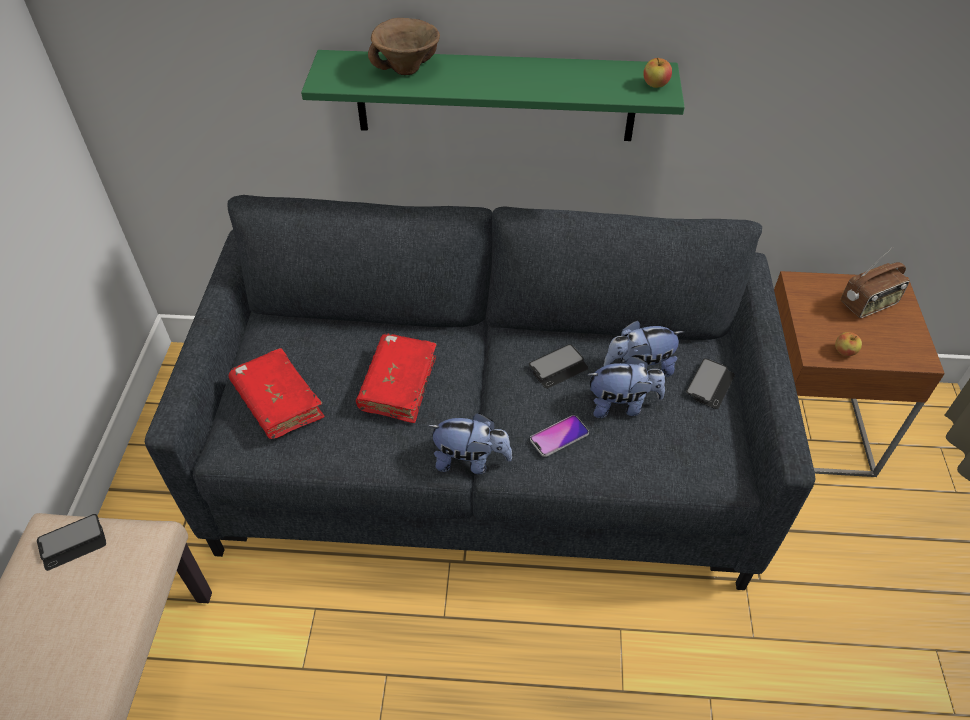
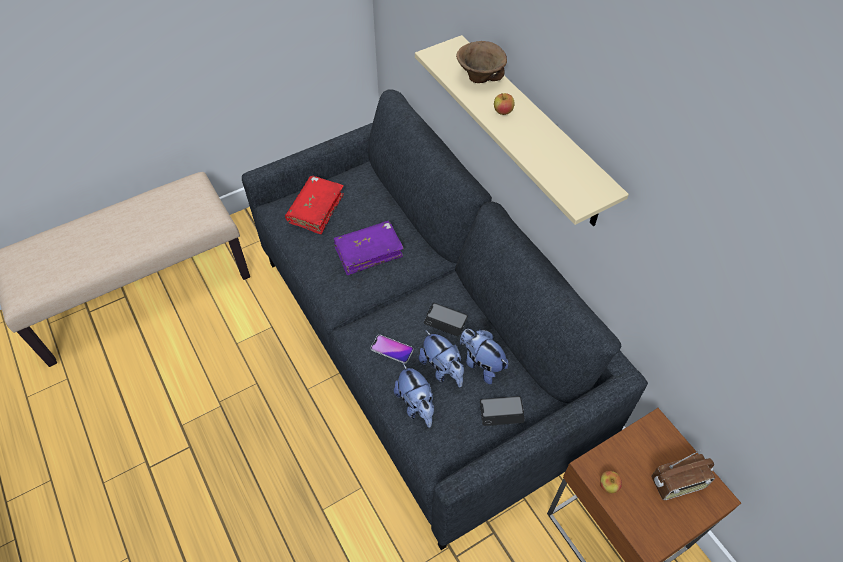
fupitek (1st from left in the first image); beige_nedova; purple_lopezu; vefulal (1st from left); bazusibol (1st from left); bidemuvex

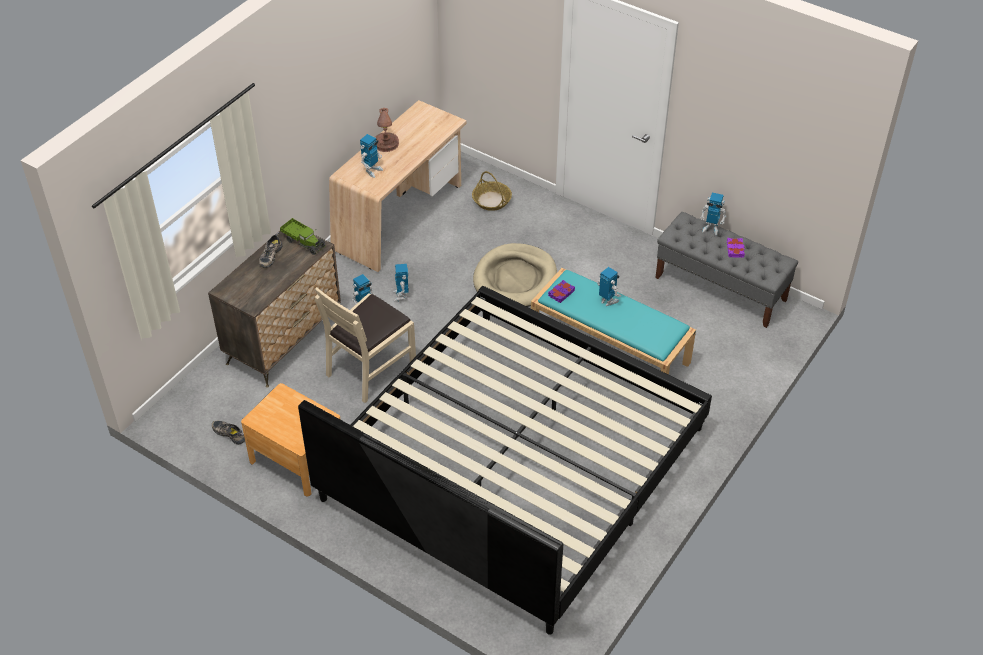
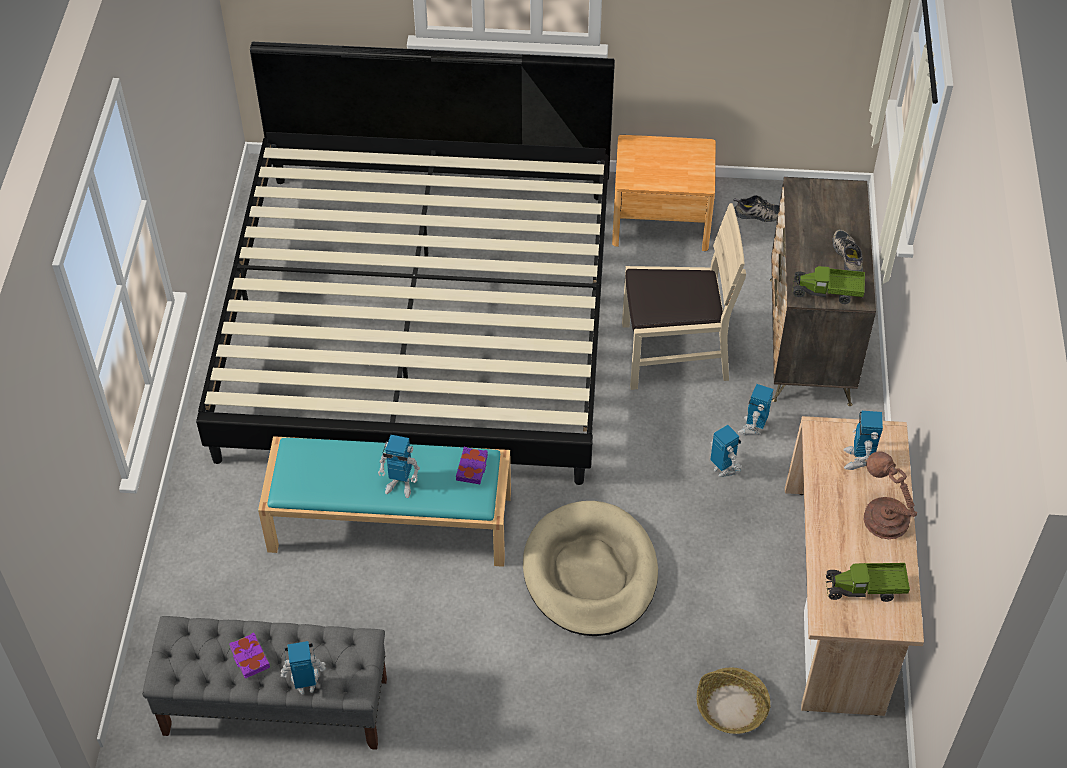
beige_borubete; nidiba (2nd from left)

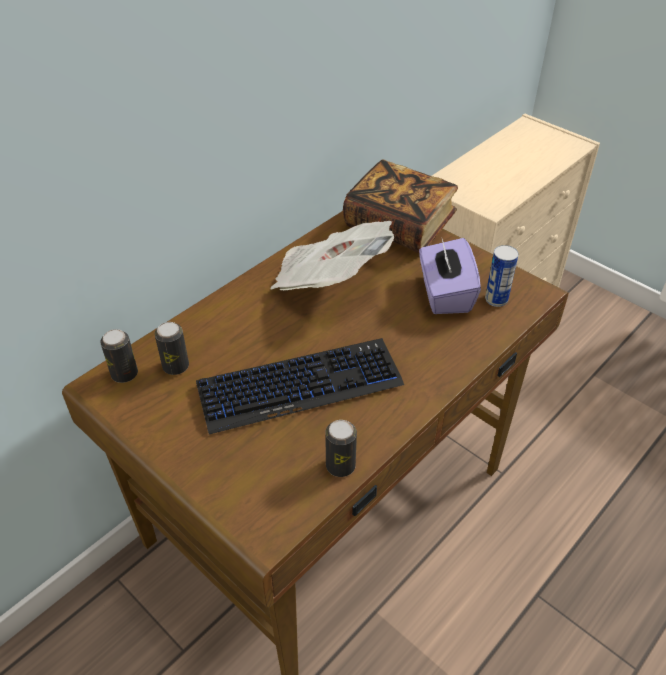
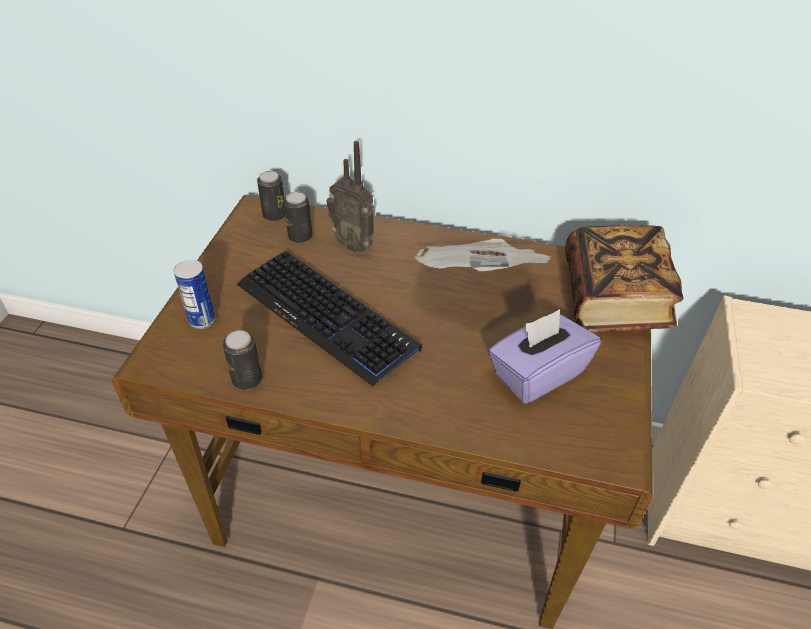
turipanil (1st from left); bidemuvex

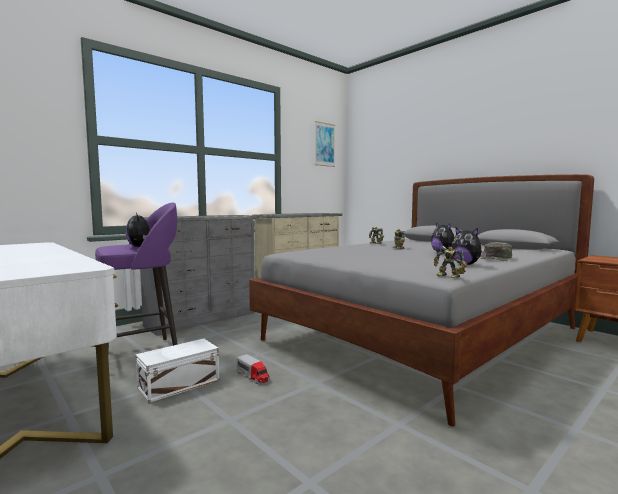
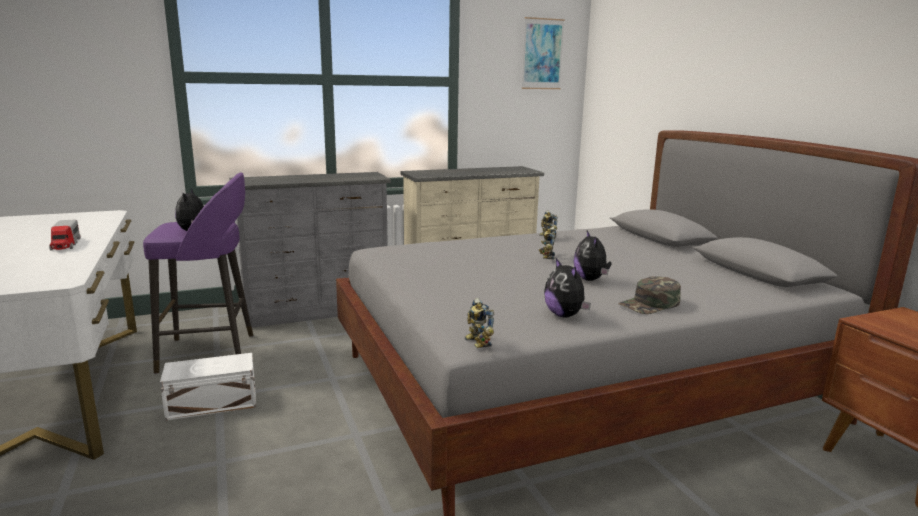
nidiba

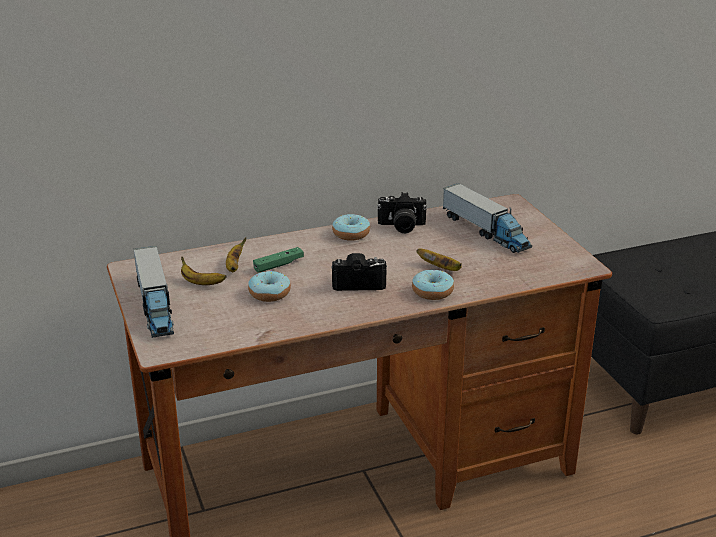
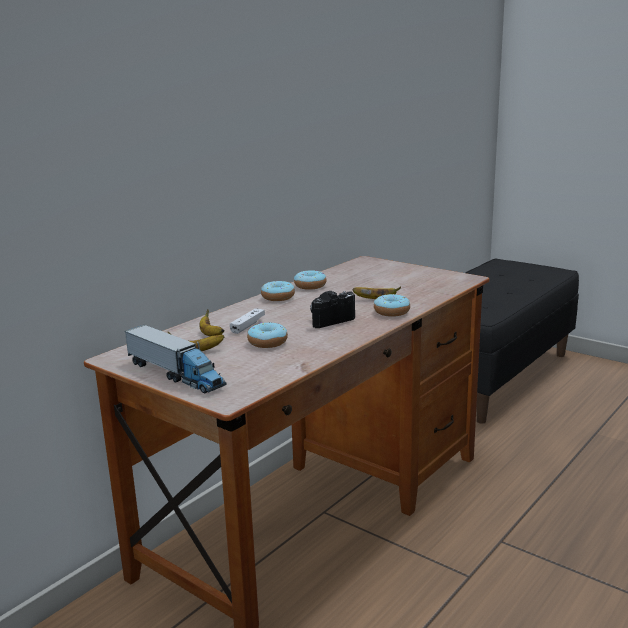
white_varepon; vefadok (3rd from left); nidiba (2nd from left in the first image)

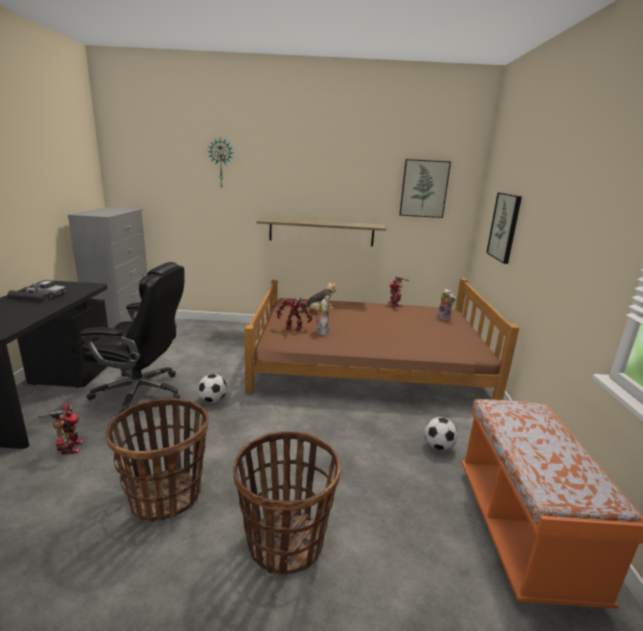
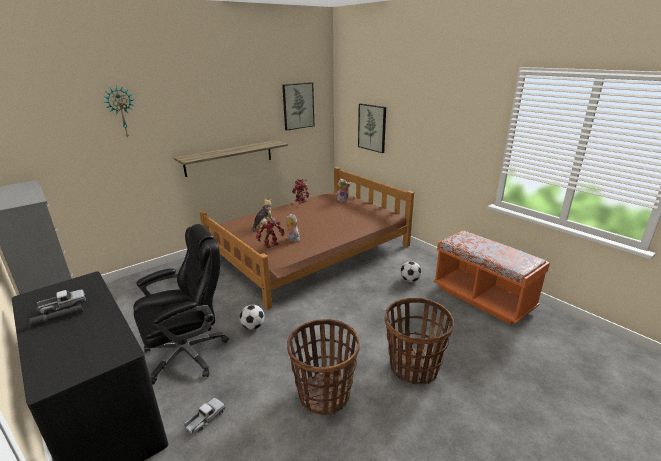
nidiba (2nd from left)

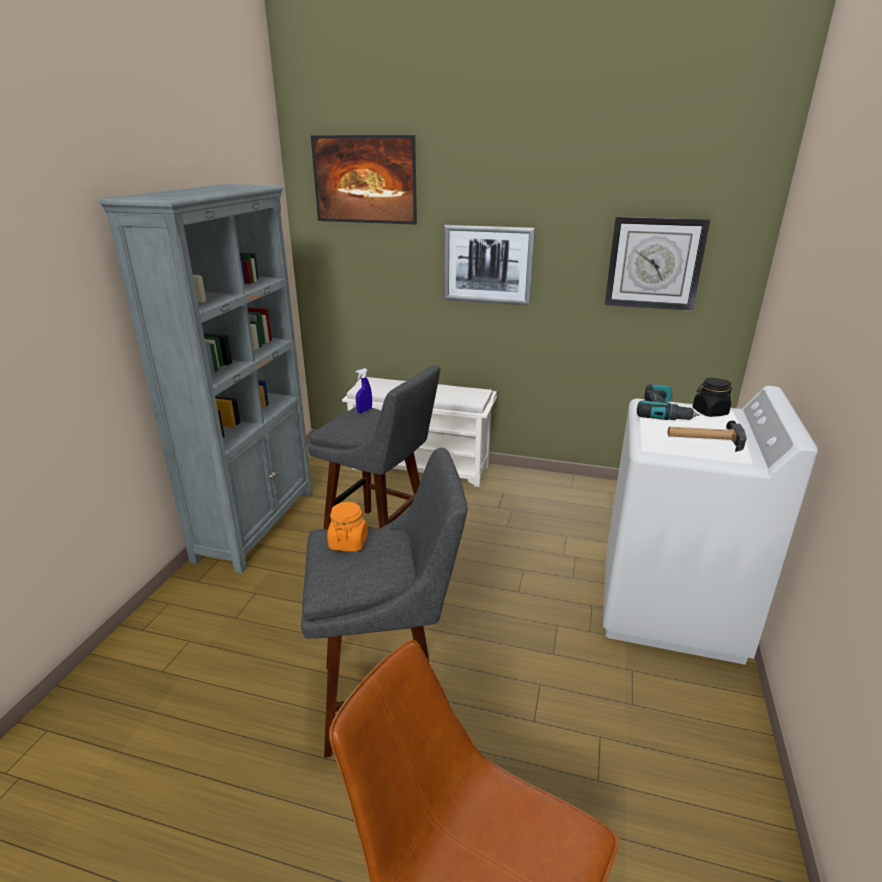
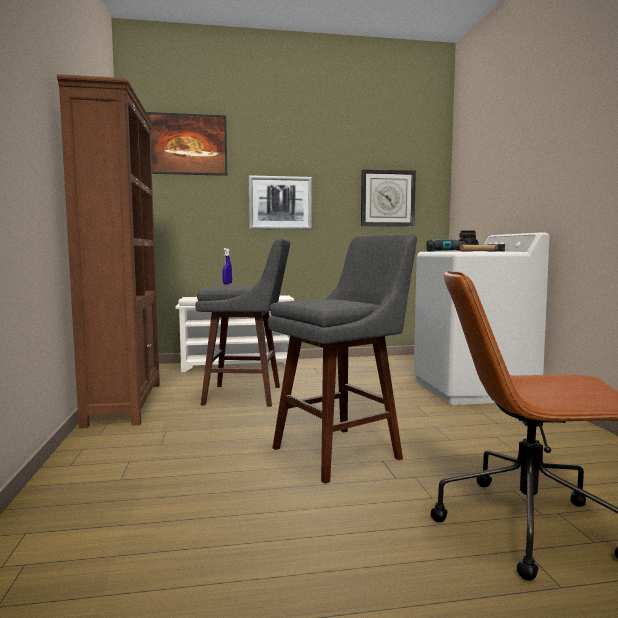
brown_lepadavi; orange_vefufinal

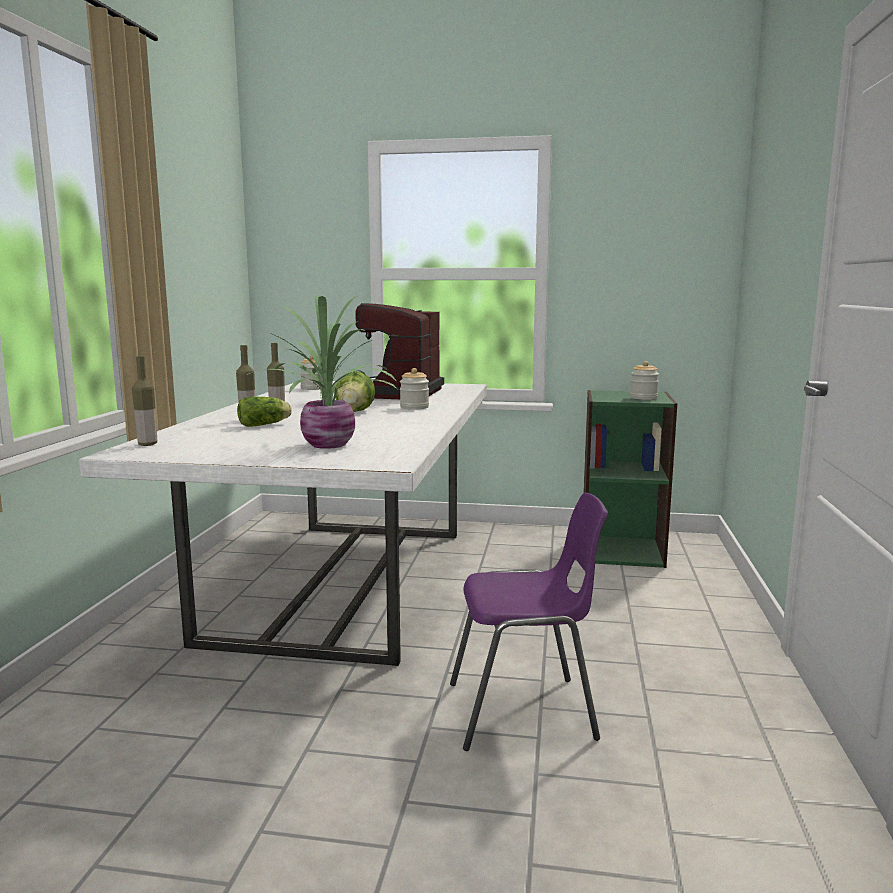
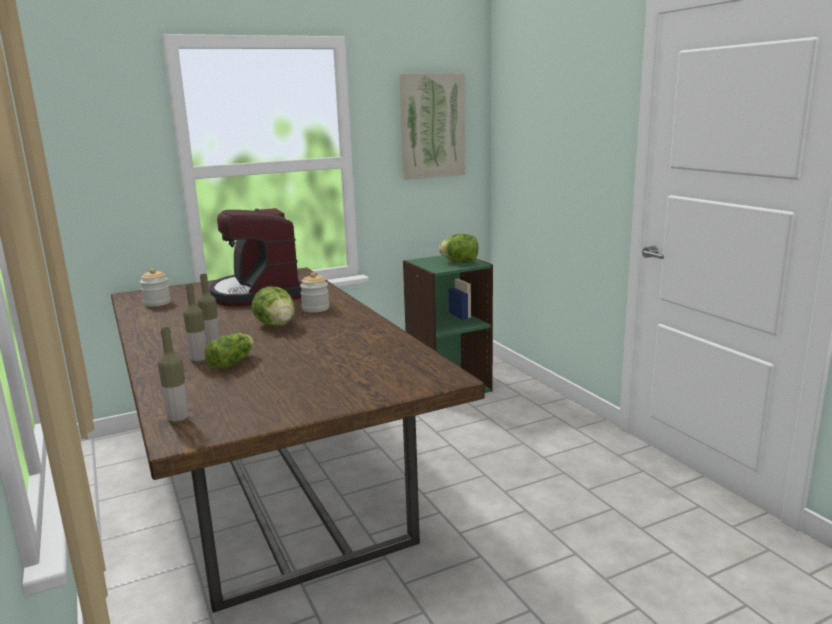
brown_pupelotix; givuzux; purple_borubete; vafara (3rd from left); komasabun

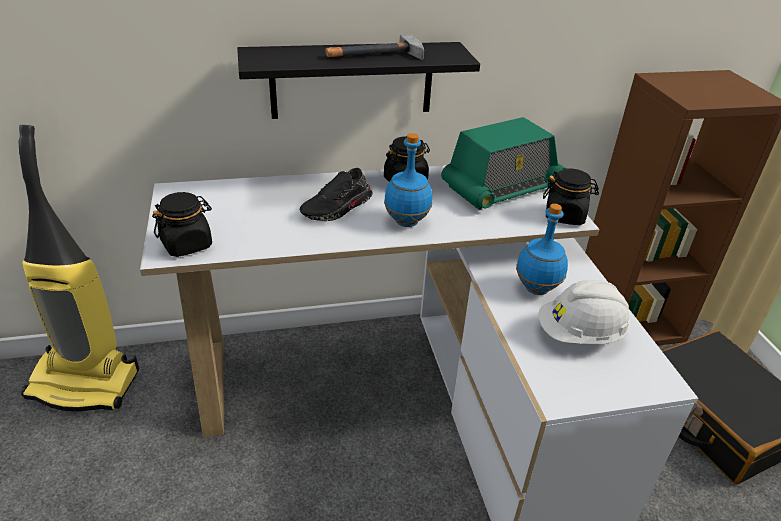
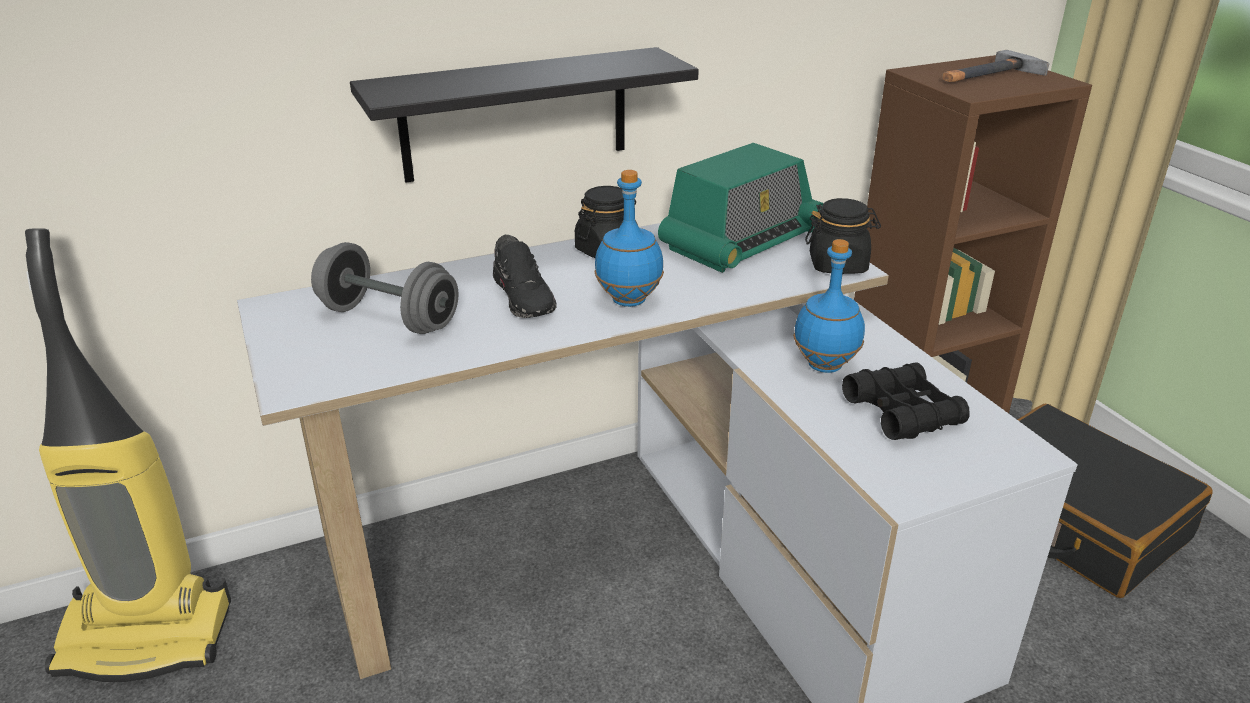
black_vefufinal (1st from left in the first image); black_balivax; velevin; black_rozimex; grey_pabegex

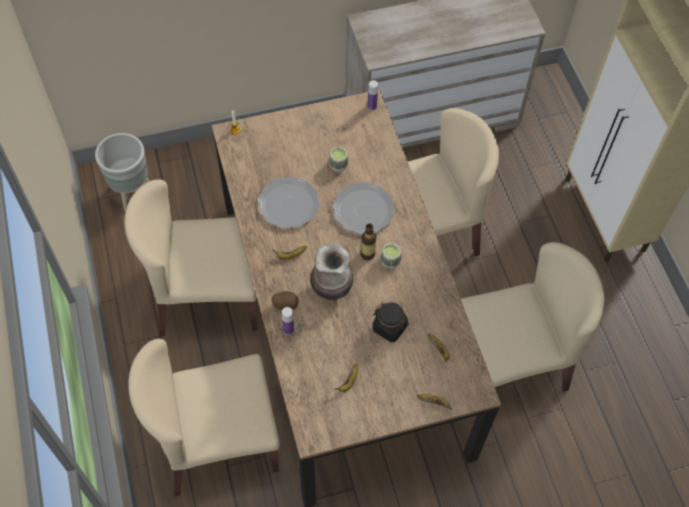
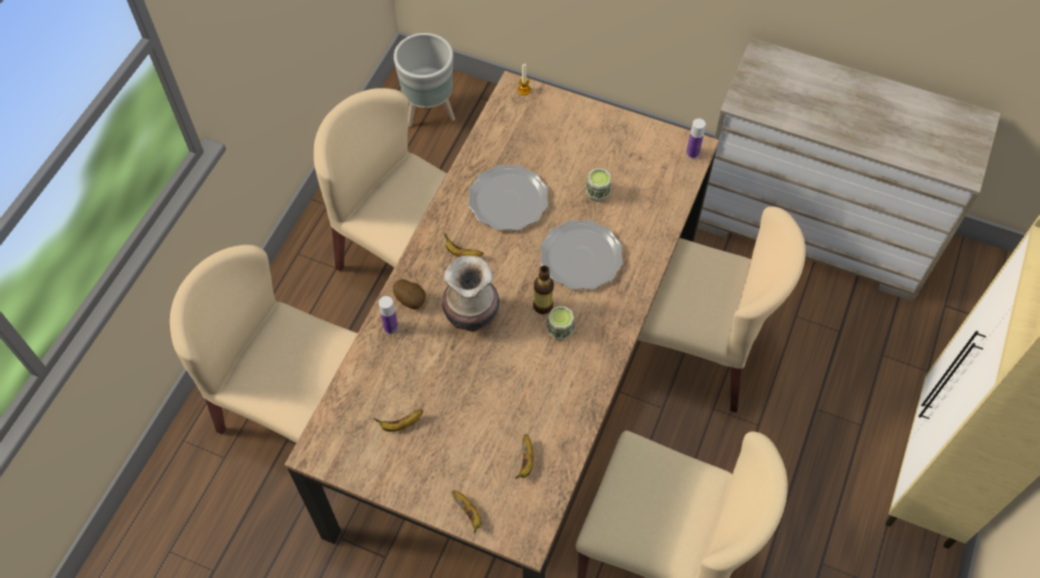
black_vefufinal

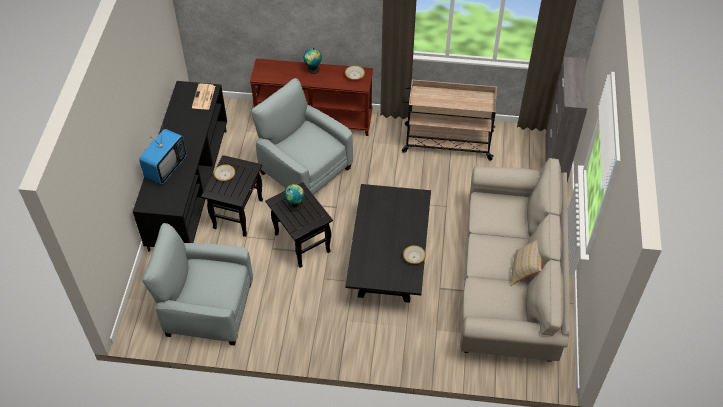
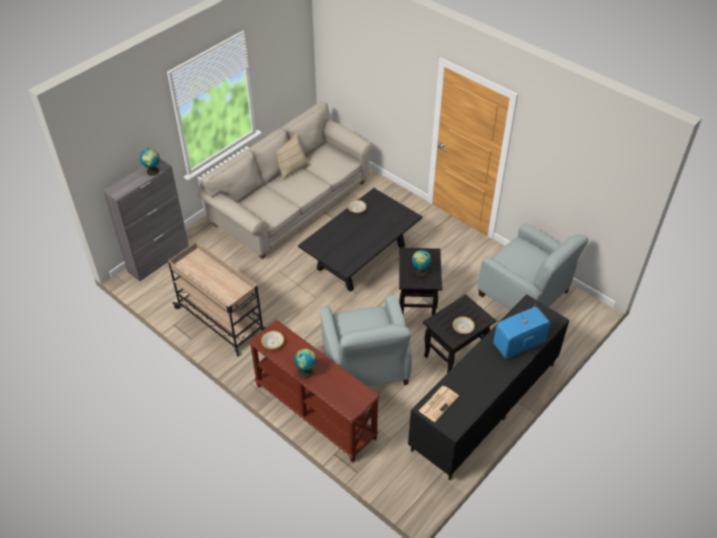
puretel (1st from left)

